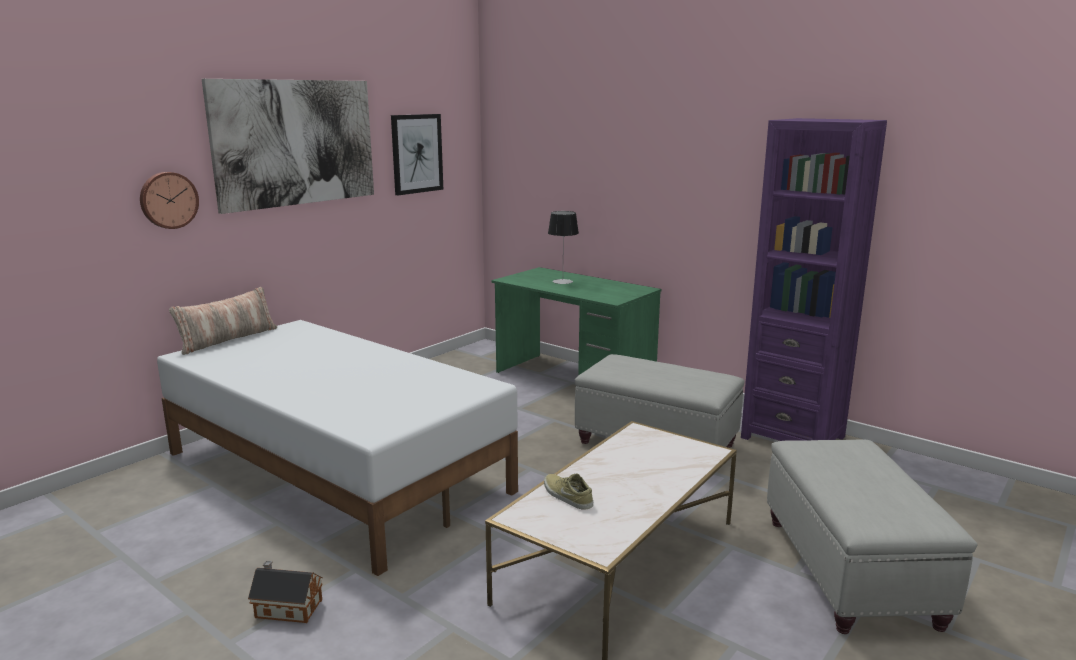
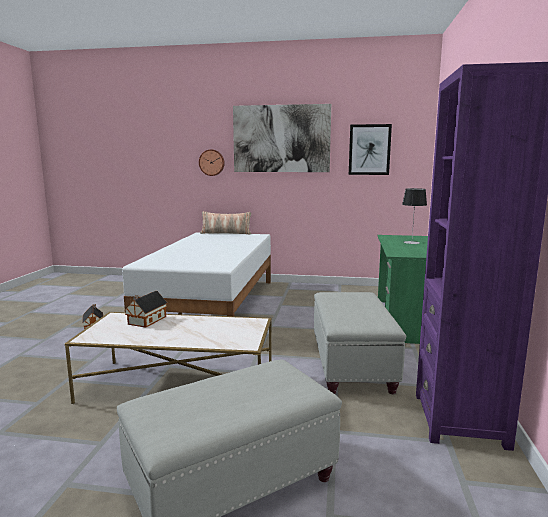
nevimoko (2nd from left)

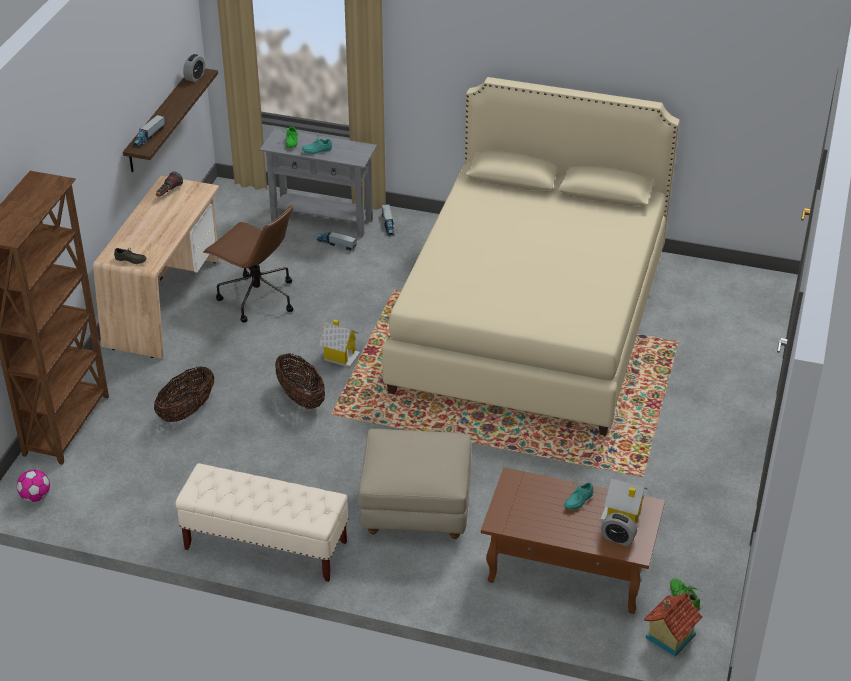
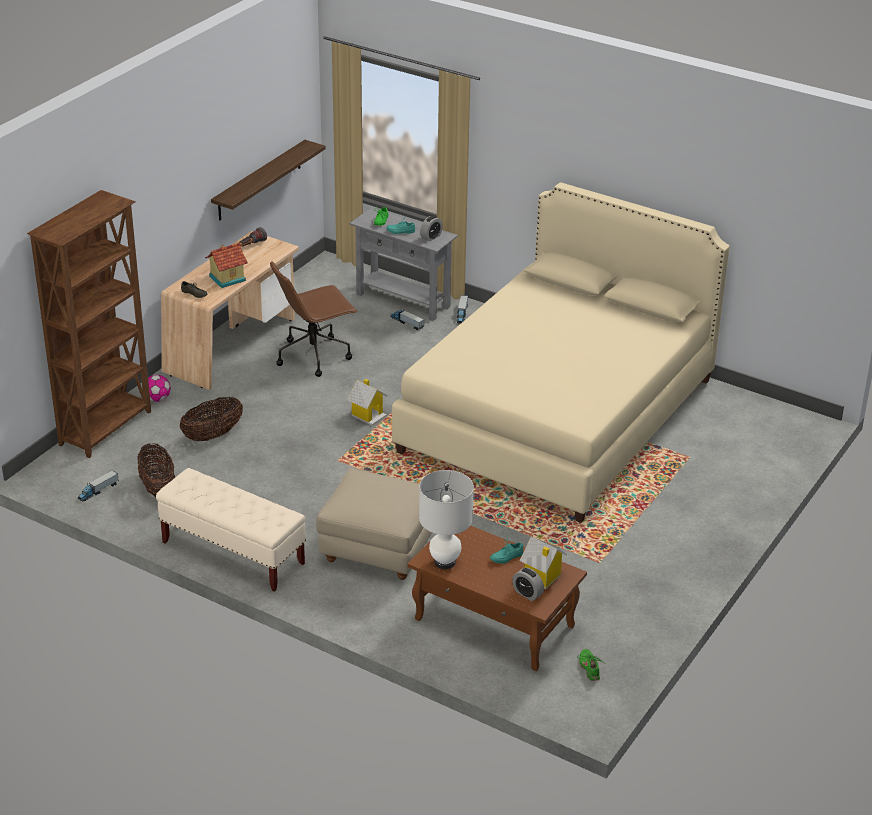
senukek; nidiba (1st from left); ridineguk (1st from left); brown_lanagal; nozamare (1st from left); nevimoko (1st from left); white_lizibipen

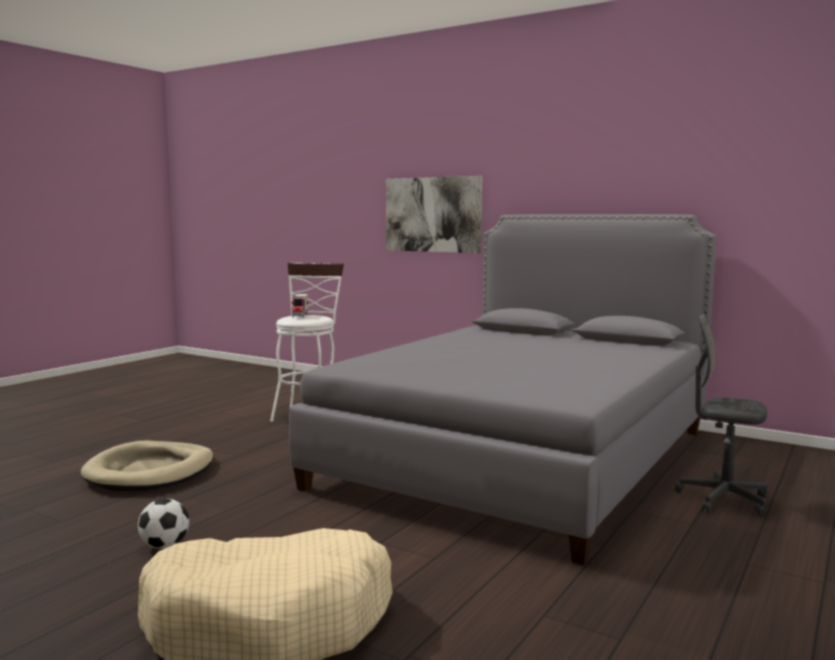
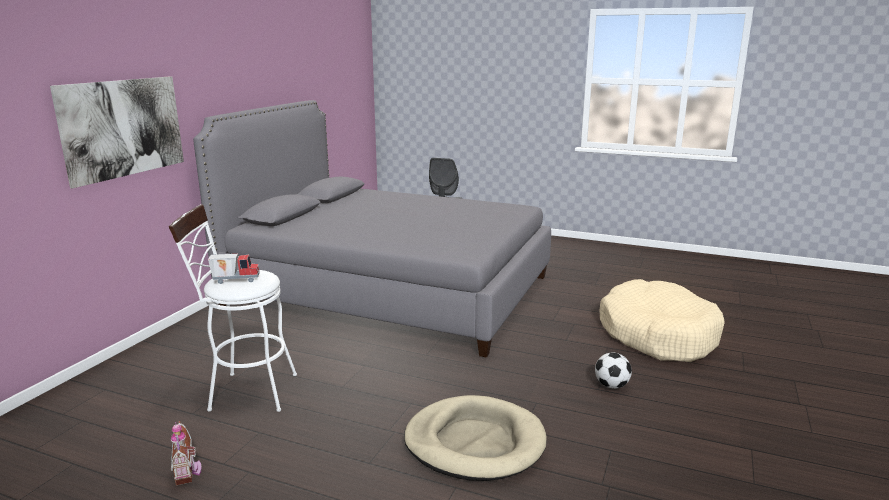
nevimoko

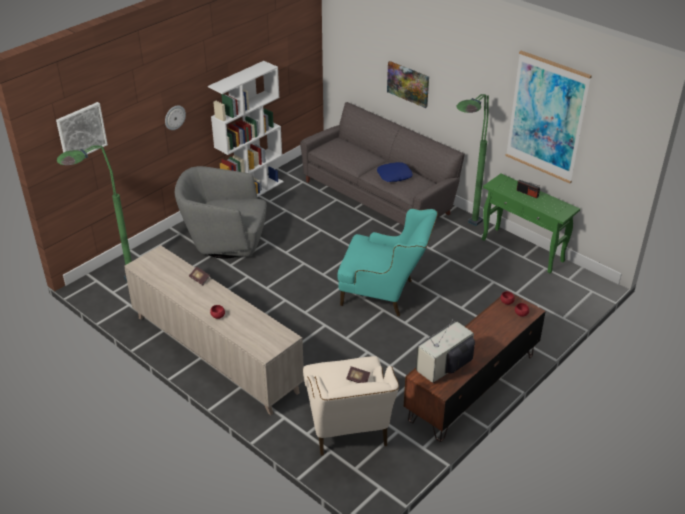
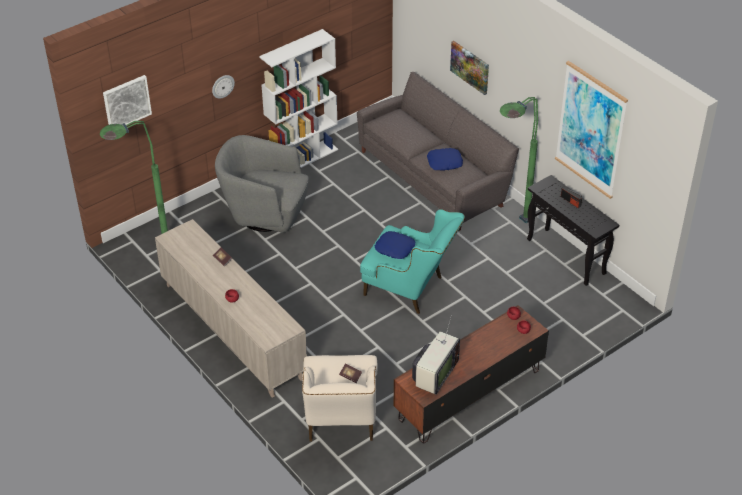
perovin; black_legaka; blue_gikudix (1st from left)

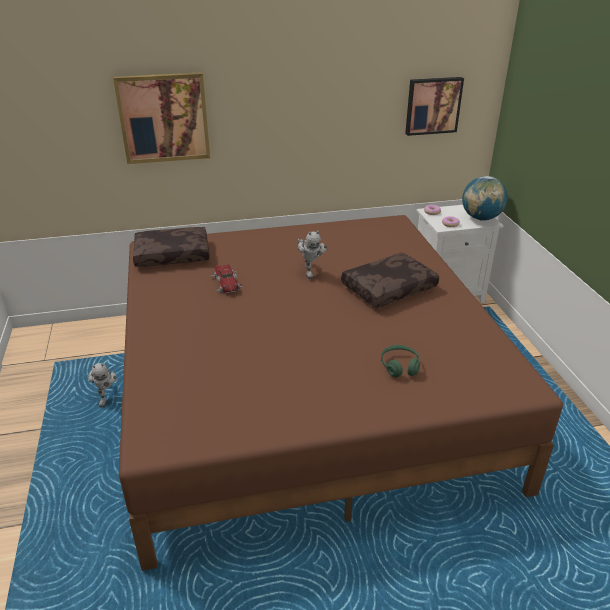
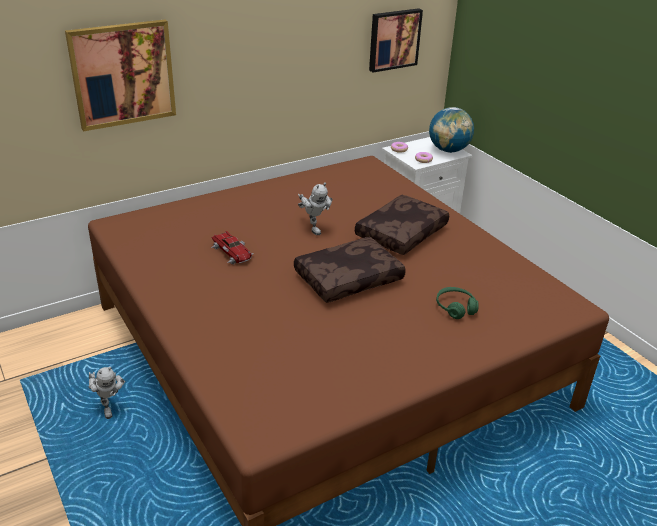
brown_gikudix (1st from left)

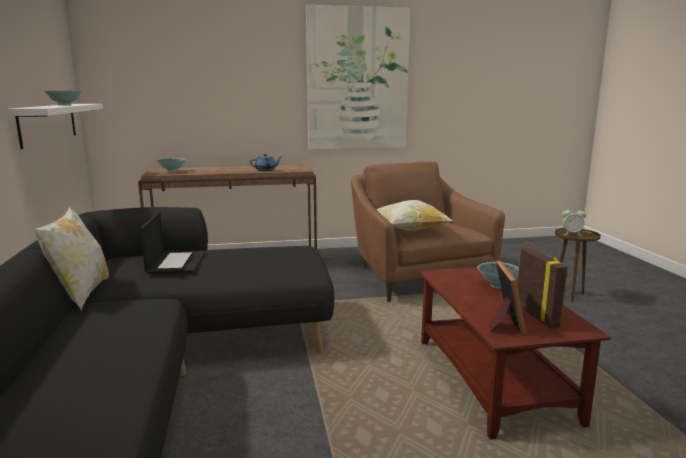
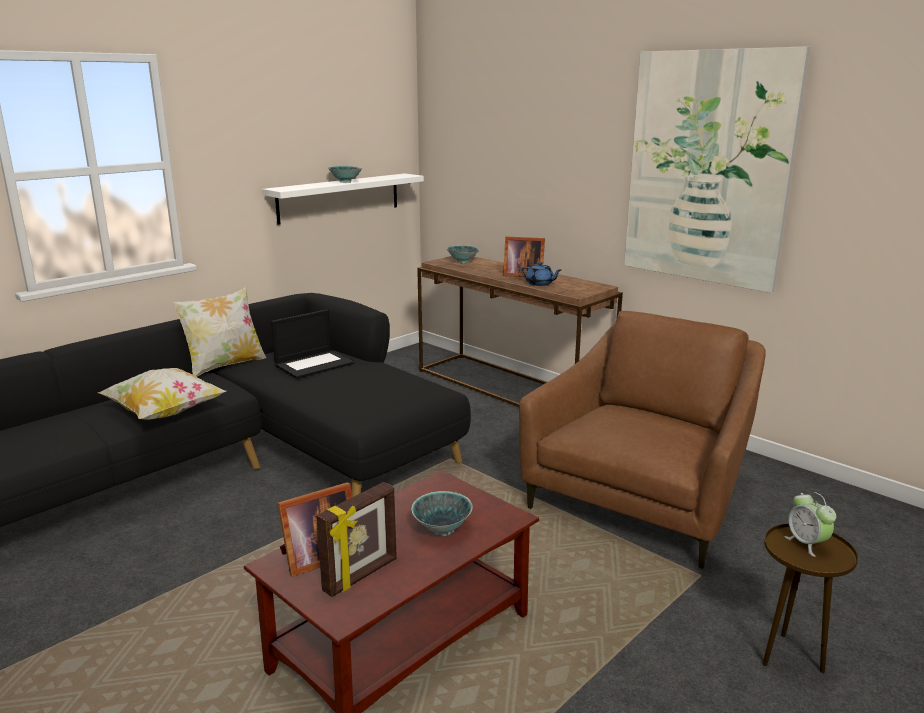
gikudix (1st from left); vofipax (3rd from left)

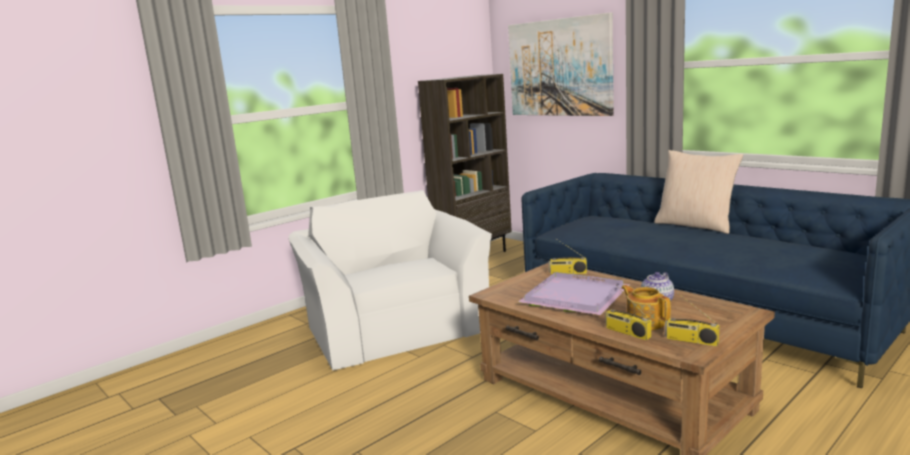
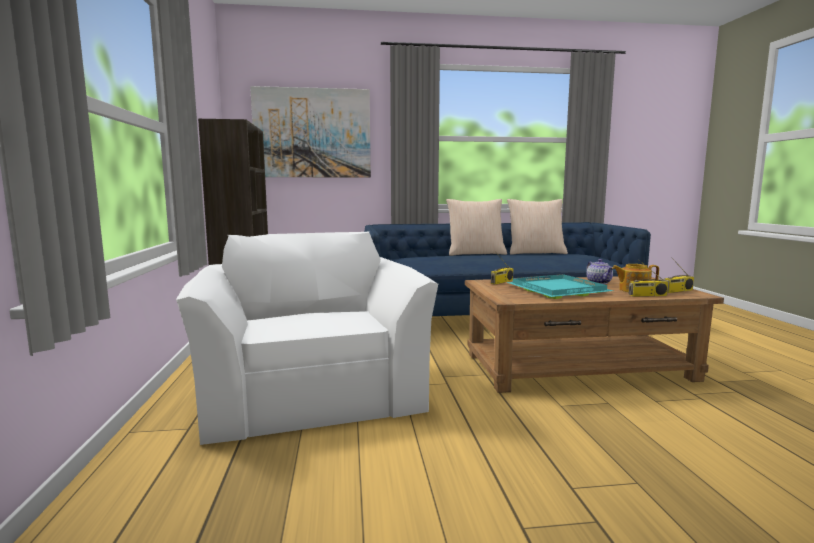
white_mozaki; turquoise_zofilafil; beige_gikudix (2nd from left)

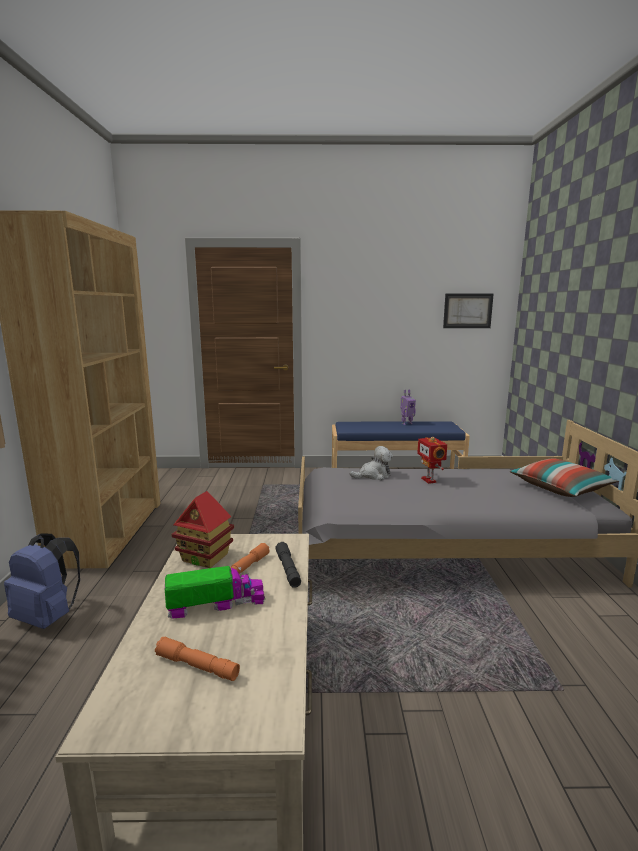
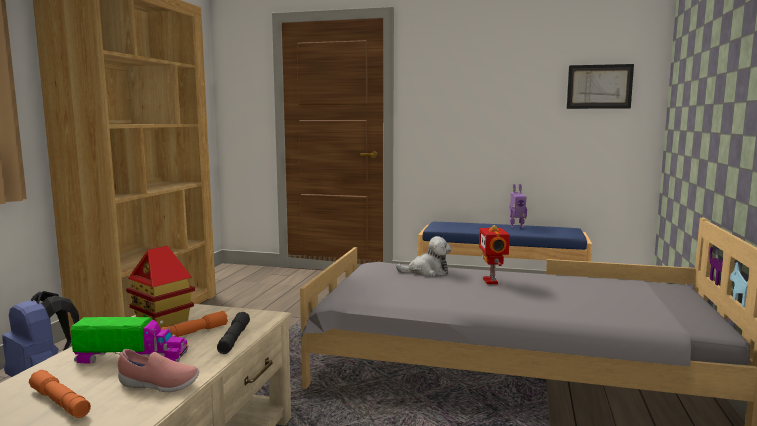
gikudix; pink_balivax

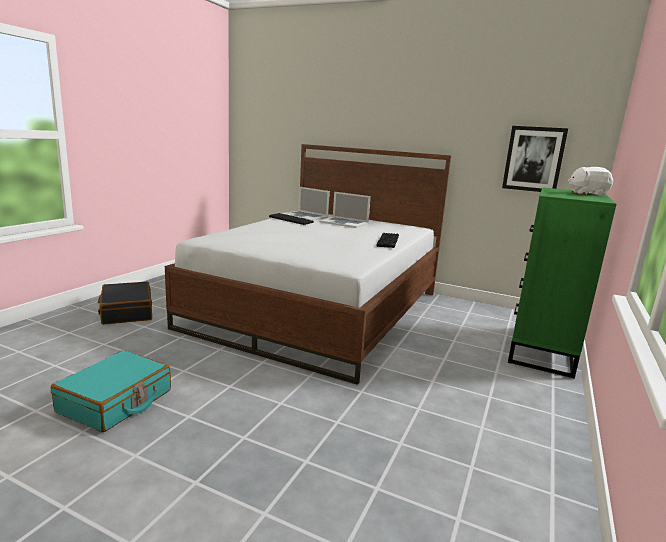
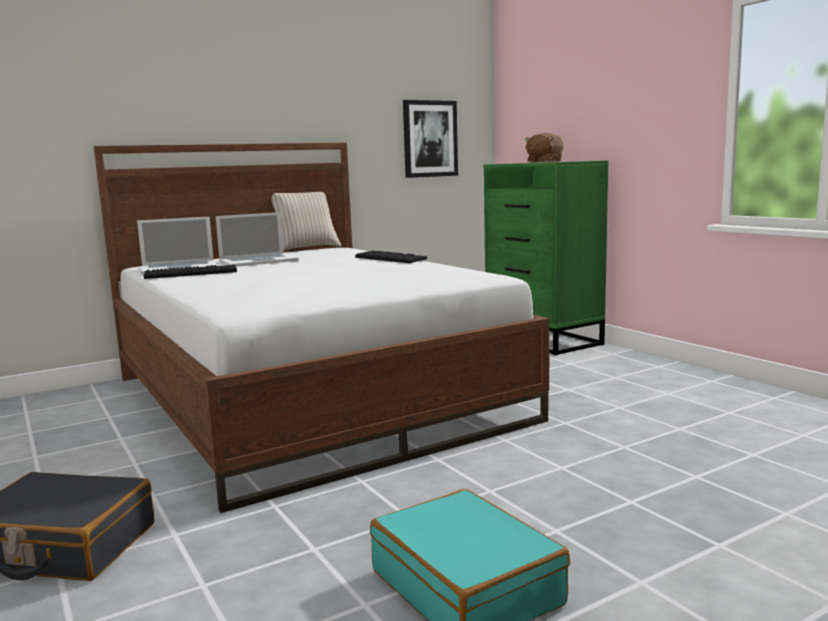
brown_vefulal; beige_gikudix

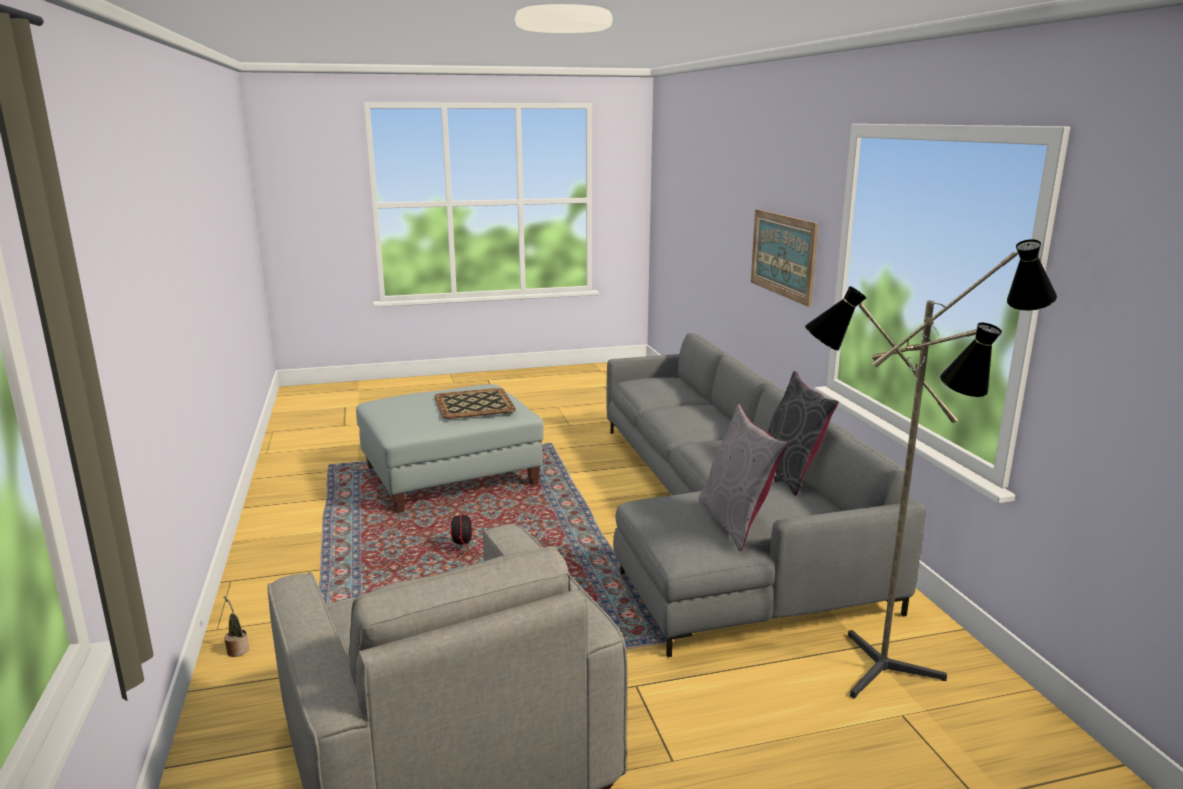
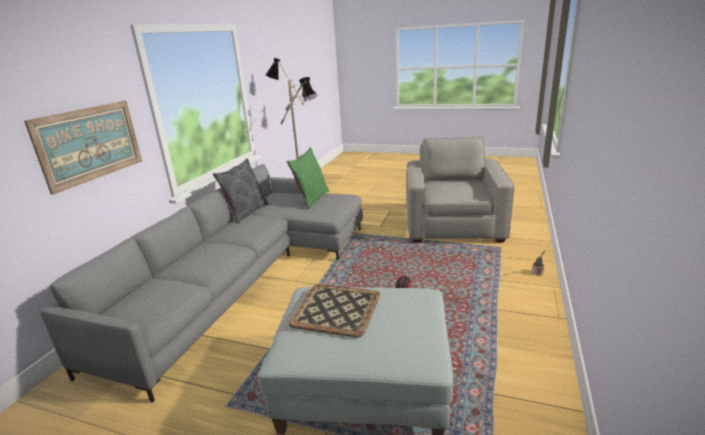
green_gikudix

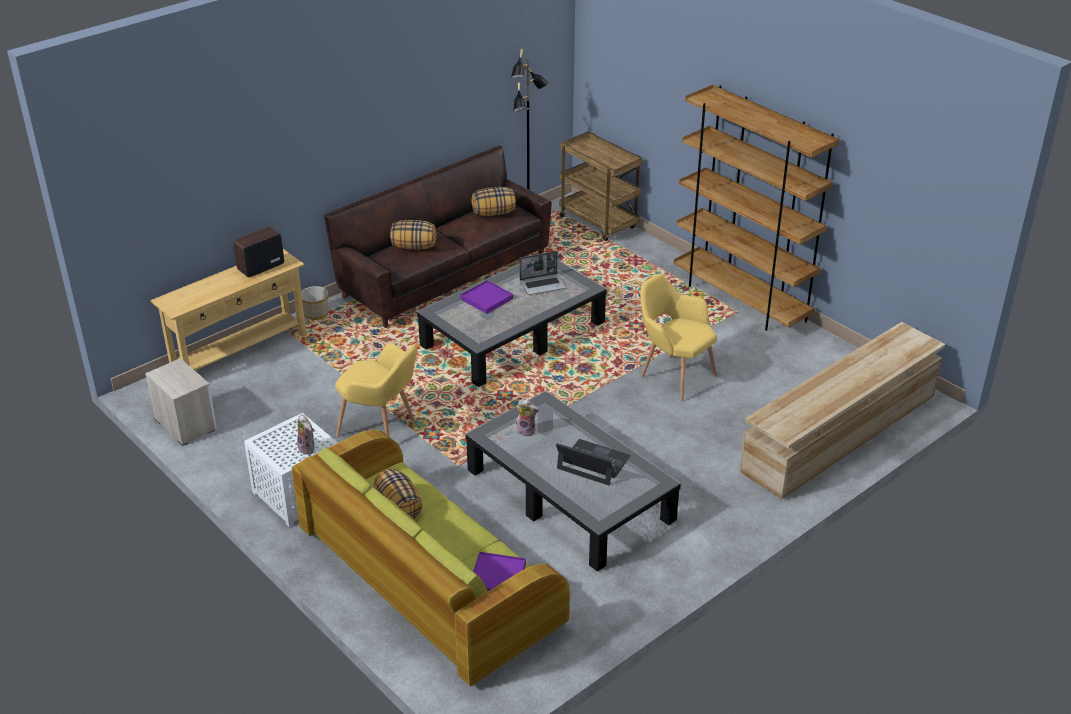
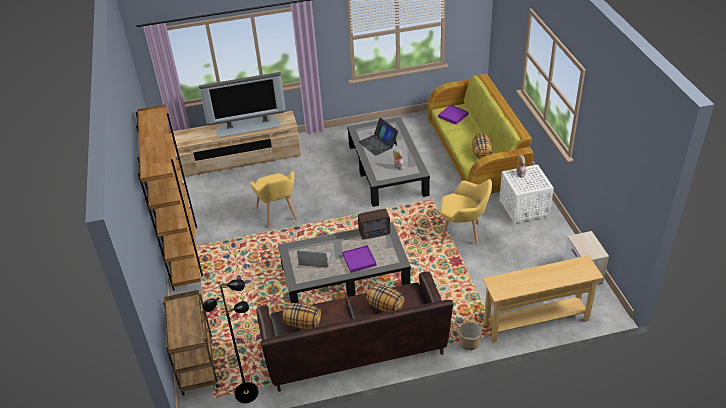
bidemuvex; yellow_mozaki (2nd from left); perovin

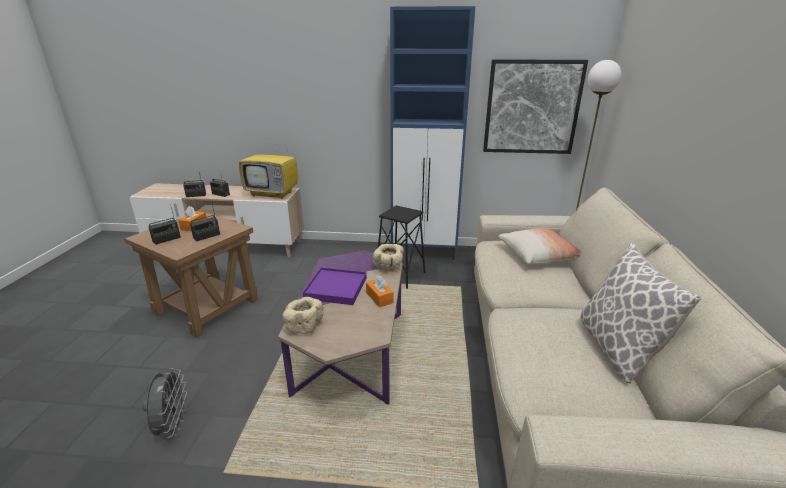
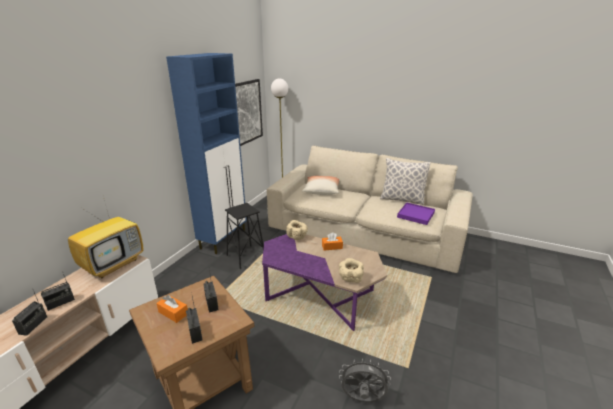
purple_zofilafil

